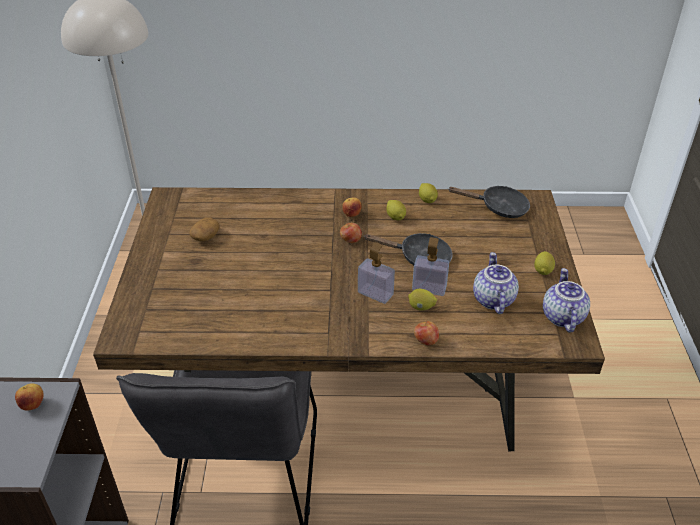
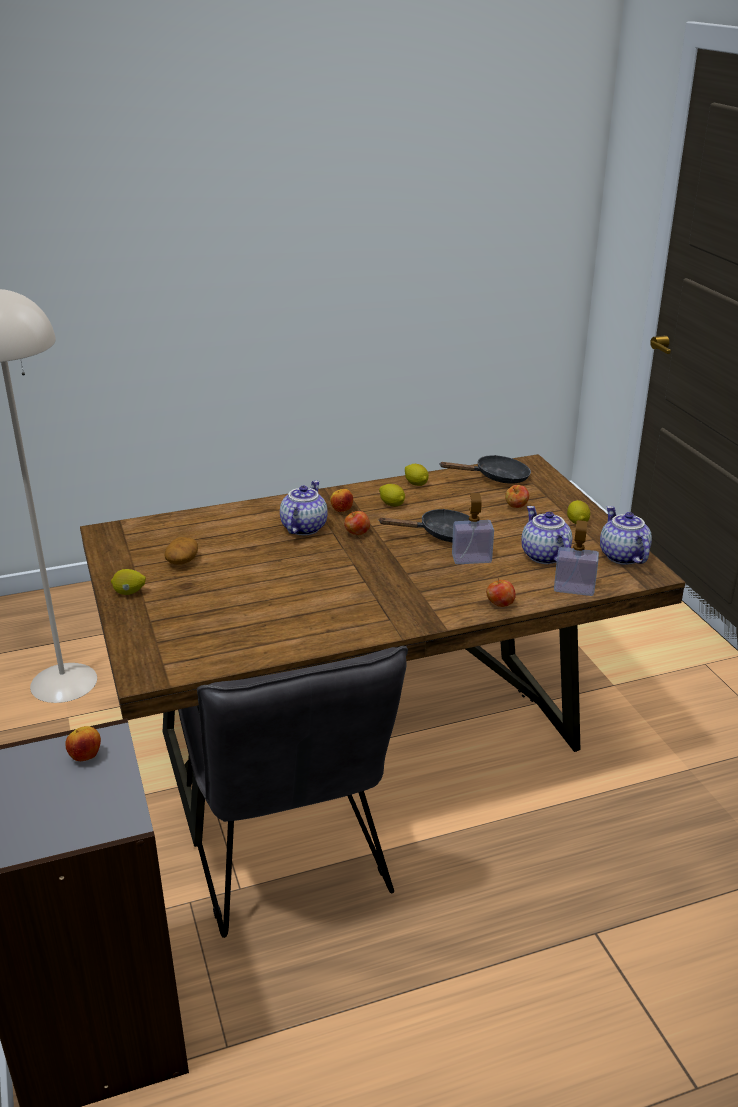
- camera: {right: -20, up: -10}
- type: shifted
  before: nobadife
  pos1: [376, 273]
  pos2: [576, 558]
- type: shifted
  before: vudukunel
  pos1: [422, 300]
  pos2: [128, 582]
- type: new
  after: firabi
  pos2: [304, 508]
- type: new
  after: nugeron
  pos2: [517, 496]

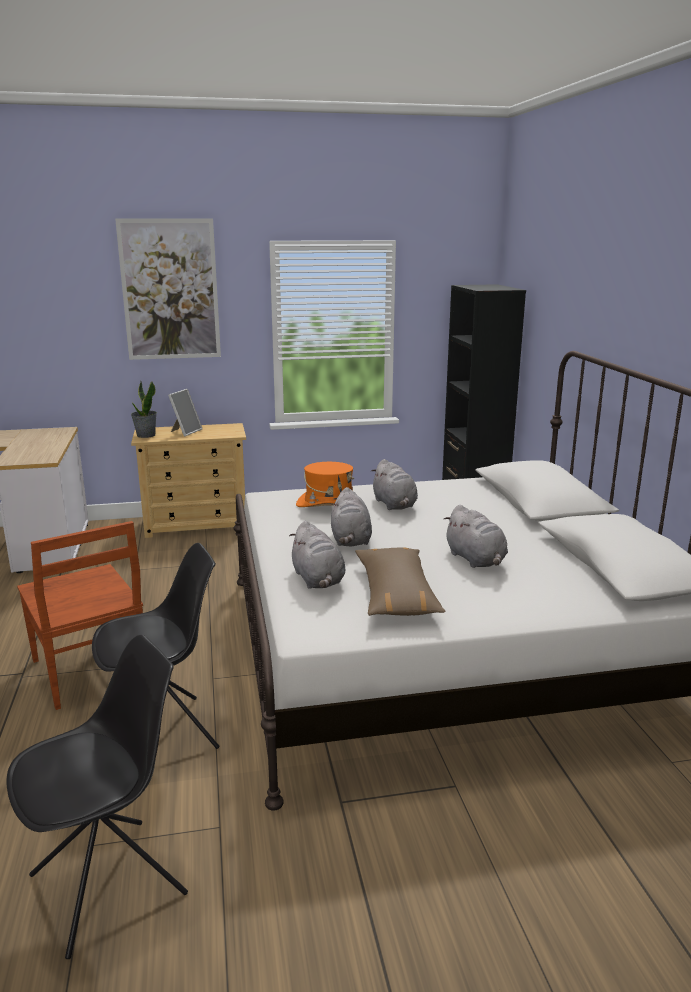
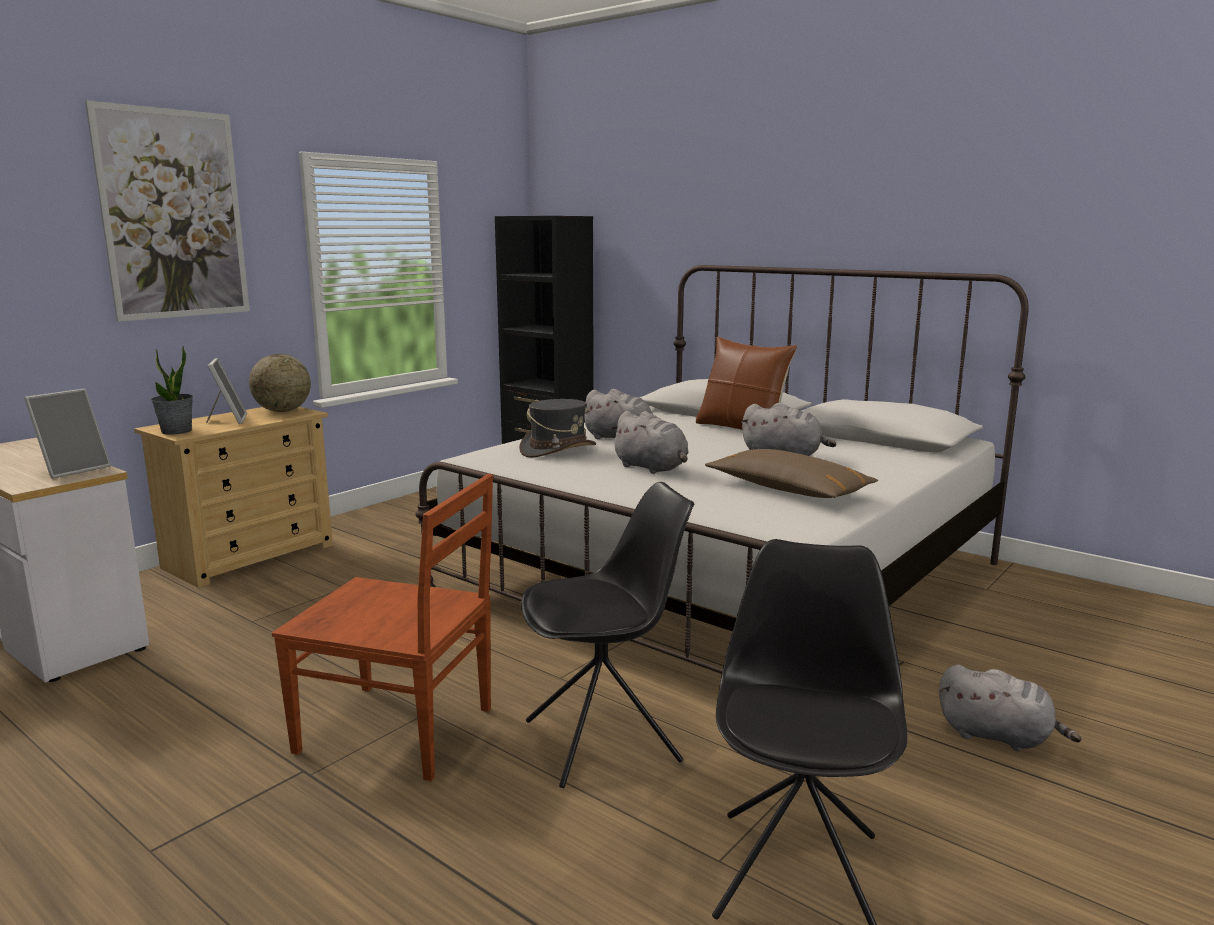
- camera: {right: -40, up: -5}
- type: rotated
  before: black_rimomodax
  pos1: [156, 646]
  pos2: [607, 635]
  turn: 45
- type: shifted
  before: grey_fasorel
  pos1: [317, 555]
  pos2: [1010, 708]
- type: repainted
  before: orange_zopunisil
  after: grey_zopunisil
  pos1: [325, 484]
  pos2: [557, 428]
- type: new
  after: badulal
  pos2: [67, 434]
- type: new
  after: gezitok
  pos2: [280, 383]
- type: new
  after: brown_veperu
  pos2: [746, 383]

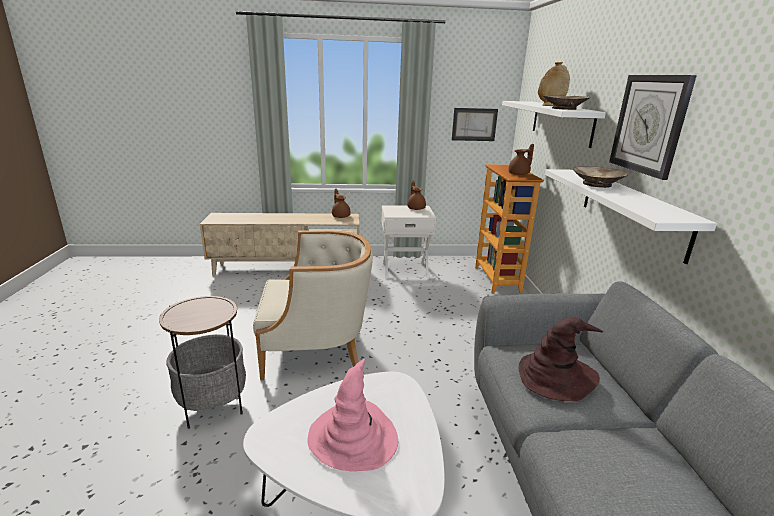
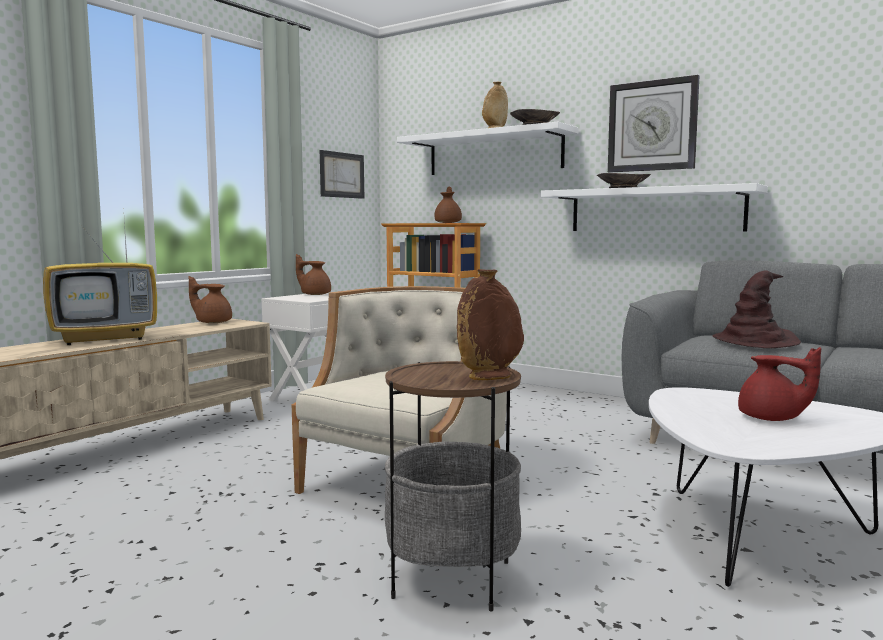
- camera: {right: -50, up: -15}
- type: swapped
  before: pink_zopunisil
  after: red_firabi
  pos1: [352, 415]
  pos2: [779, 384]
- type: new
  after: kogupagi
  pos2: [100, 283]
- type: new
  after: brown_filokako
  pos2: [490, 324]

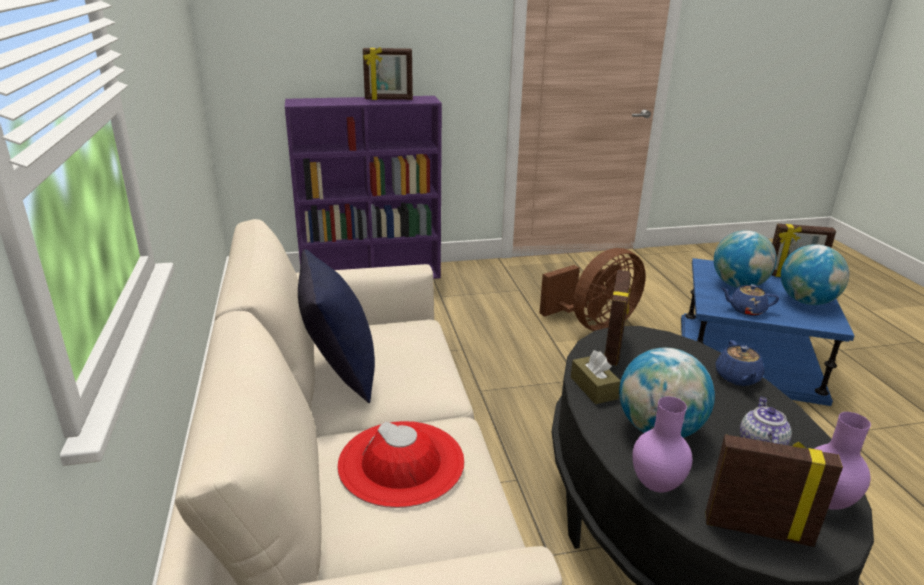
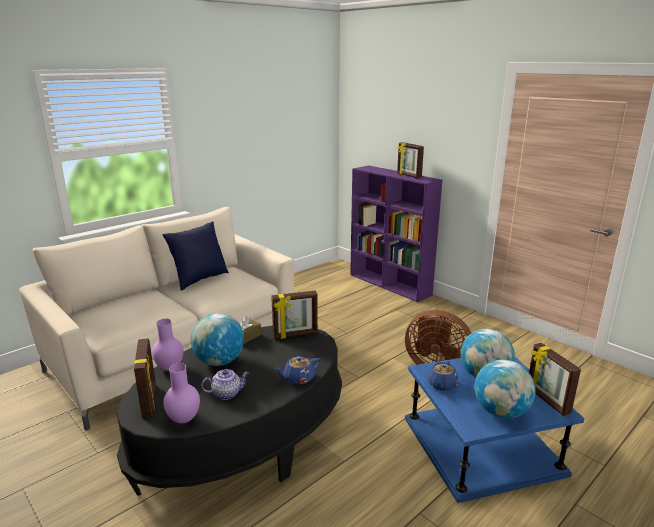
- camera: {right: 60, up: -5}
- type: gone
  before: red_zopunisil
  pos1: [400, 464]
- type: rotated
  before: blue_firabi
  pos1: [750, 300]
  pos2: [443, 375]
  turn: -135

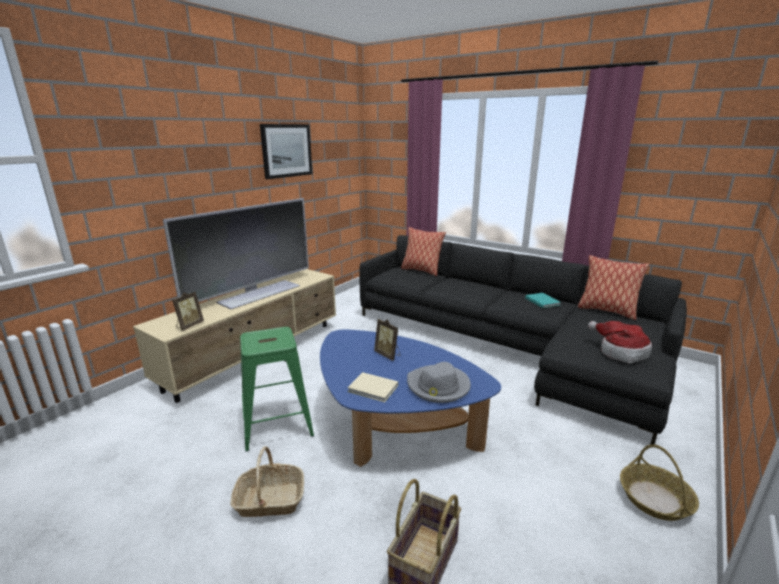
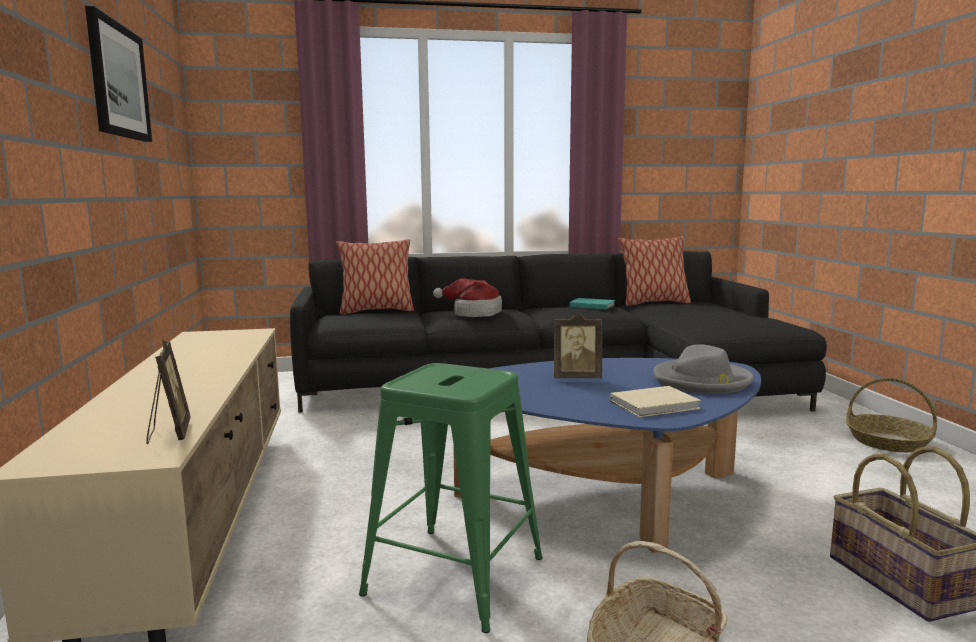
- camera: {right: -45, up: -10}
- type: gone
  before: kogupagi
  pos1: [236, 253]
- type: shifted
  before: zopunisil
  pos1: [620, 342]
  pos2: [467, 297]

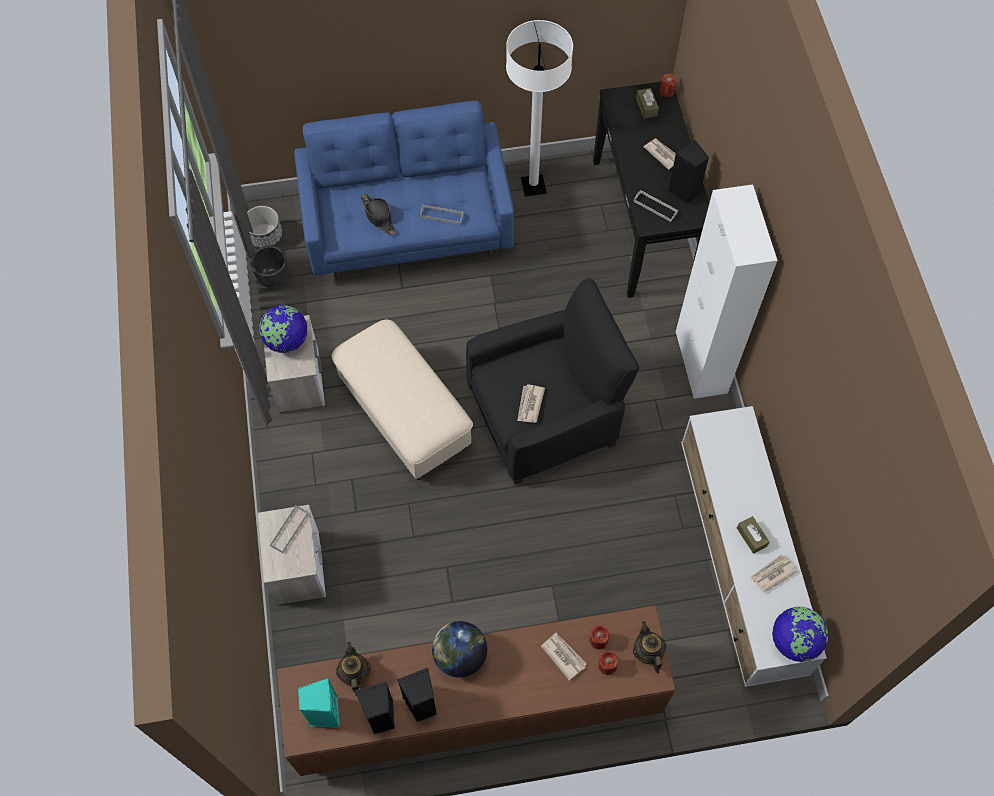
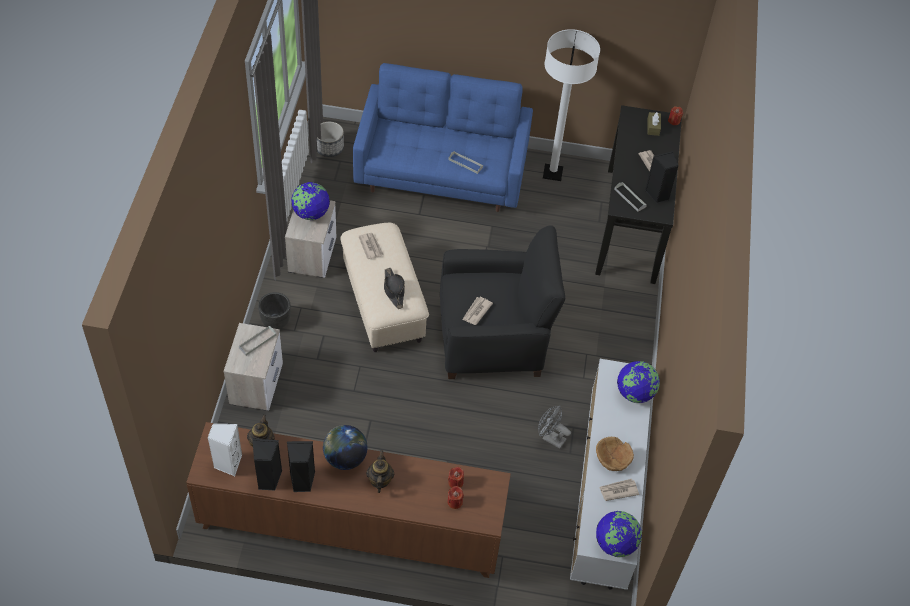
- camera: {right: 15, up: -10}
- type: shifted
  before: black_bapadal
  pos1: [269, 267]
  pos2: [274, 310]
- type: repainted
  before: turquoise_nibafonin
  after: white_nibafonin
  pos1: [319, 703]
  pos2: [225, 450]
- type: shifted
  before: black_zopunisil
  pos1: [378, 214]
  pos2: [394, 288]
- type: shifted
  before: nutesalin
  pos1: [563, 657]
  pos2: [371, 246]
- type: shifted
  before: firabi
  pos1: [649, 647]
  pos2: [380, 471]
- type: gone
  before: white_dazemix
  pos1: [726, 291]
- type: swapped
  before: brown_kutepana
  after: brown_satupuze
  pos1: [753, 535]
  pos2: [615, 454]
- type: new
  after: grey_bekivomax
  pos2: [554, 427]
- type: new
  after: gezitok
  pos2: [638, 382]

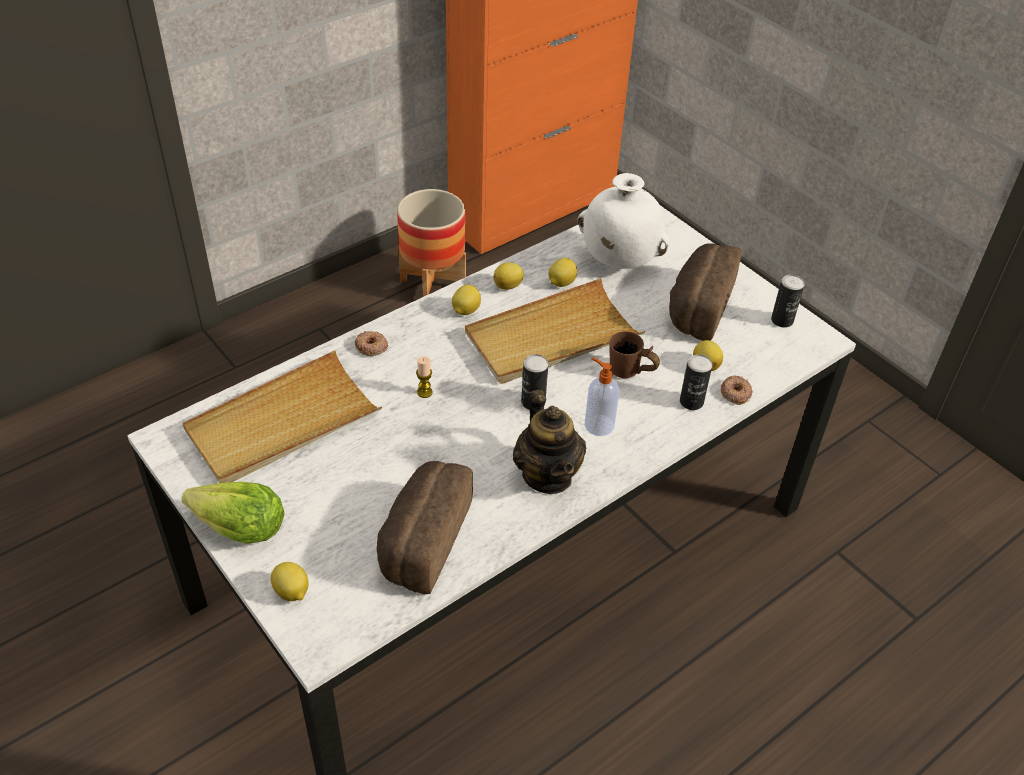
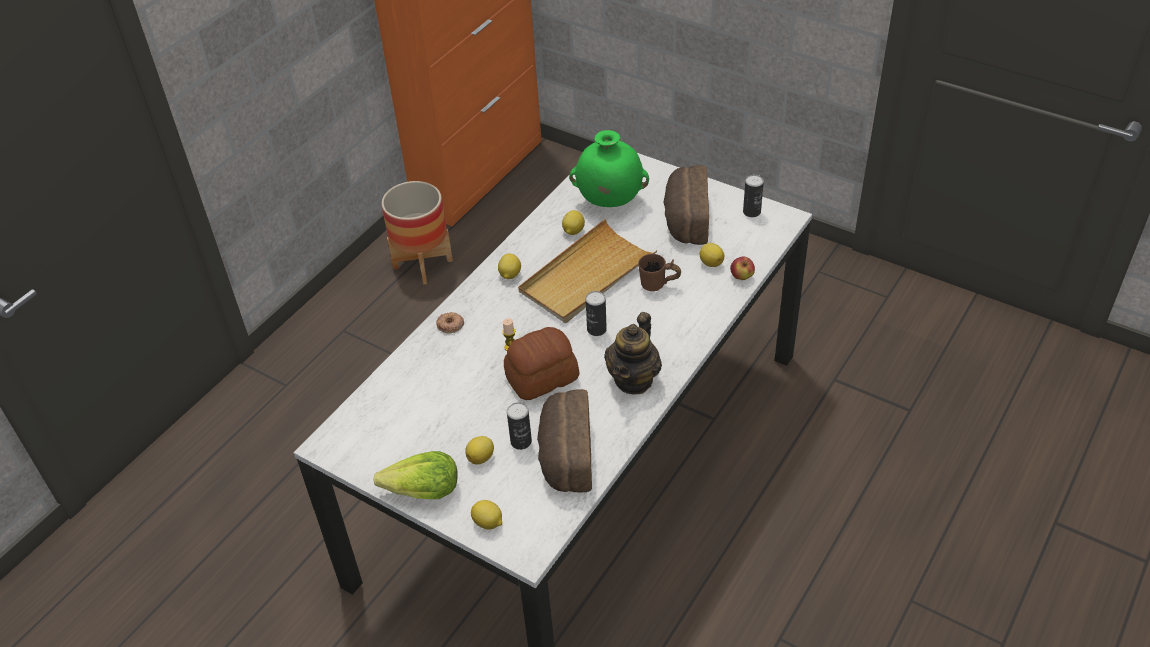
- camera: {right: -15, up: 0}
- type: gone
  before: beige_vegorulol
  pos1: [282, 416]
- type: shifted
  before: vudukunel
  pos1: [509, 276]
  pos2: [479, 450]
- type: rotated
  before: firabi
  pos1: [550, 442]
  pos2: [633, 353]
  turn: 60
- type: repainted
  before: white_filokako
  after: green_filokako
  pos1: [623, 221]
  pos2: [609, 168]
- type: gone
  before: nobadife
  pos1: [602, 396]
- type: shifted
  before: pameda
  pos1: [696, 382]
  pos2: [519, 426]
- type: swapped
  before: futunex
  after: nugeron
  pos1: [737, 390]
  pos2: [742, 268]
- type: new
  after: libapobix
  pos2: [541, 363]

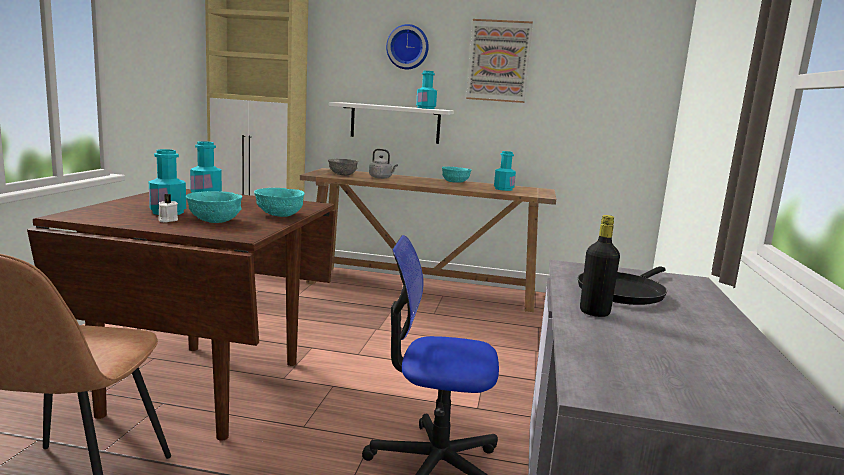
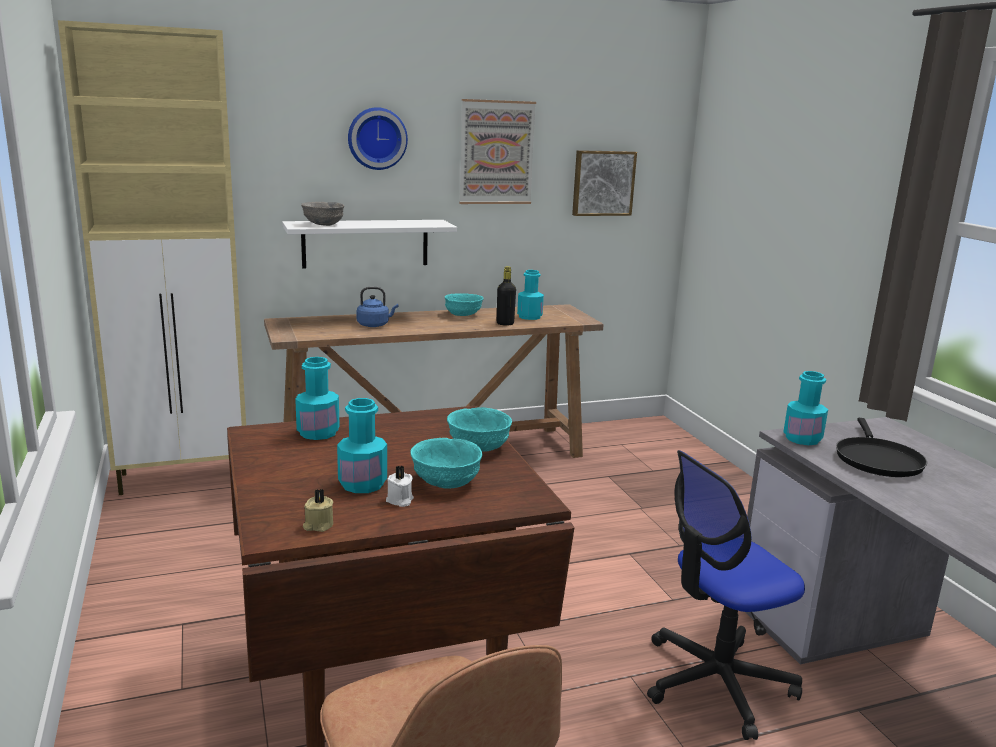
- camera: {right: -30, up: 5}
- type: shifted
  before: grey_satupuze
  pos1: [343, 167]
  pos2: [322, 214]
- type: repainted
  before: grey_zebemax
  after: blue_zebemax
  pos1: [383, 164]
  pos2: [377, 307]
- type: shifted
  before: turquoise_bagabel
  pos1: [426, 90]
  pos2: [805, 408]
- type: shifted
  before: black_bagabel
  pos1: [600, 266]
  pos2: [506, 296]
- type: new
  after: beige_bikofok
  pos2: [318, 510]
- type: new
  after: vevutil
  pos2: [604, 183]

